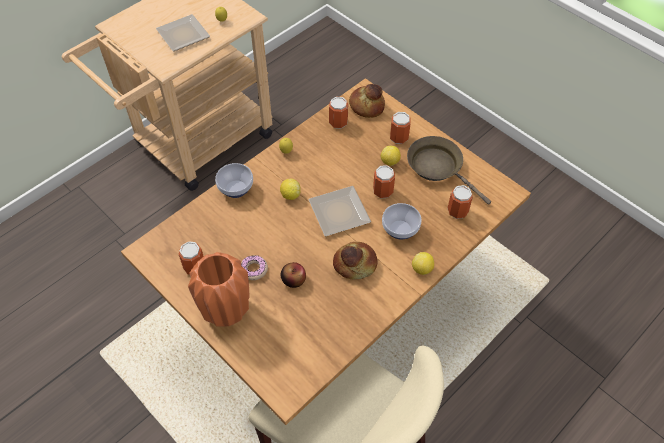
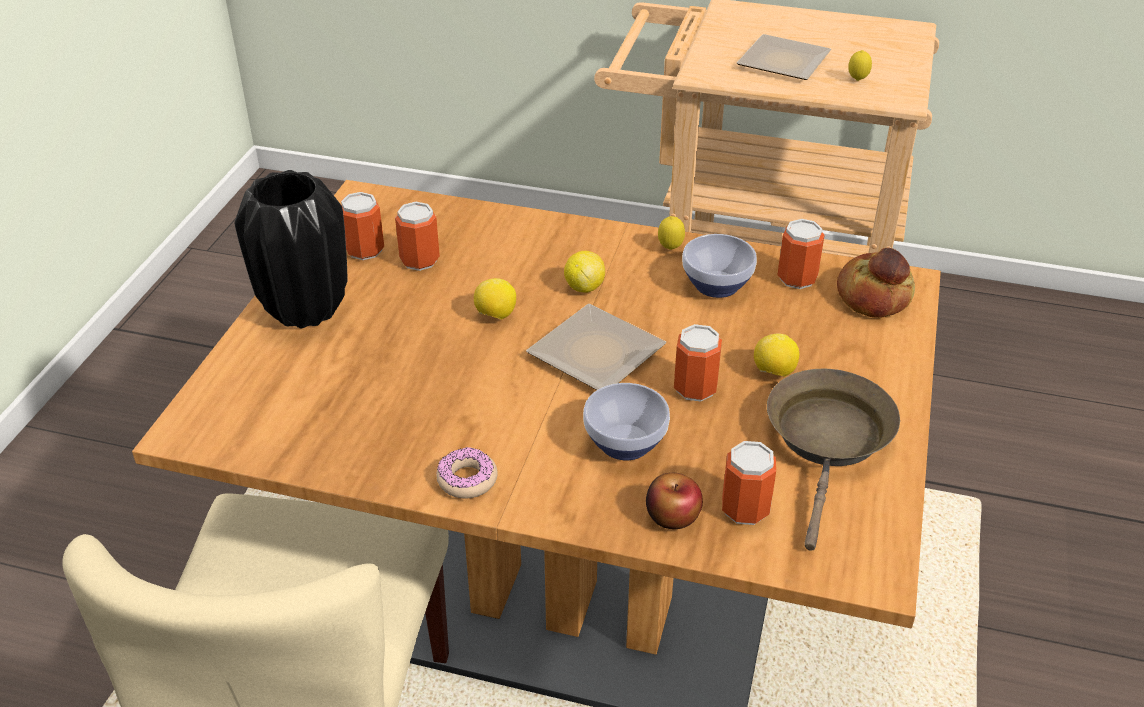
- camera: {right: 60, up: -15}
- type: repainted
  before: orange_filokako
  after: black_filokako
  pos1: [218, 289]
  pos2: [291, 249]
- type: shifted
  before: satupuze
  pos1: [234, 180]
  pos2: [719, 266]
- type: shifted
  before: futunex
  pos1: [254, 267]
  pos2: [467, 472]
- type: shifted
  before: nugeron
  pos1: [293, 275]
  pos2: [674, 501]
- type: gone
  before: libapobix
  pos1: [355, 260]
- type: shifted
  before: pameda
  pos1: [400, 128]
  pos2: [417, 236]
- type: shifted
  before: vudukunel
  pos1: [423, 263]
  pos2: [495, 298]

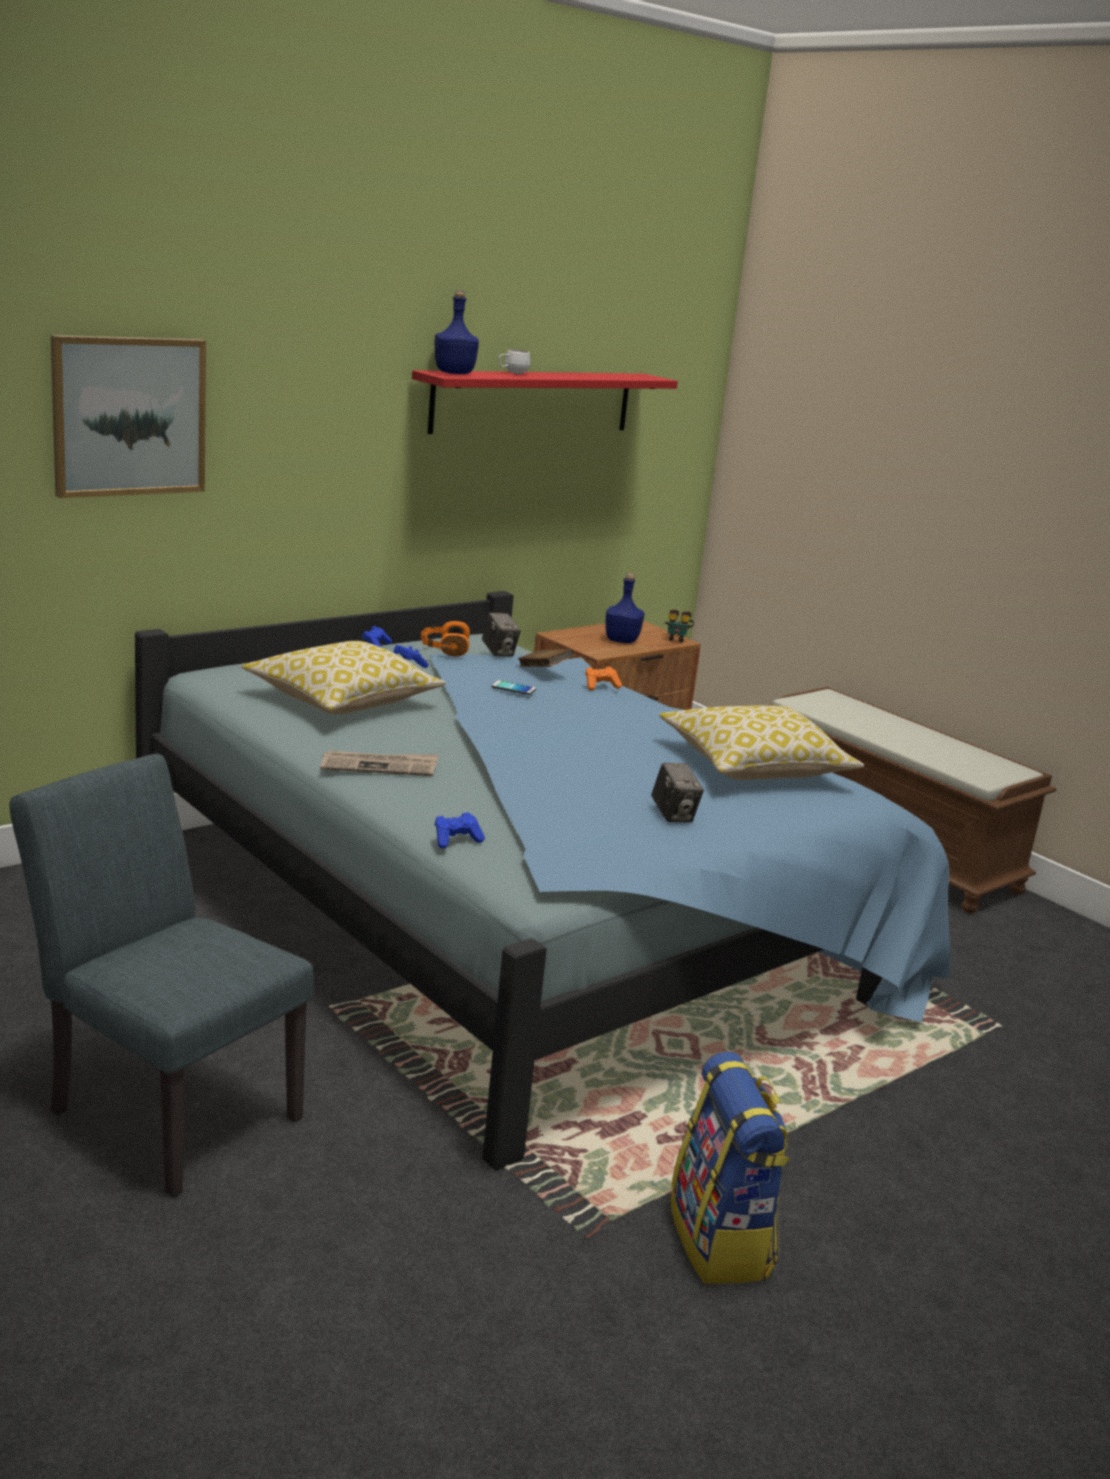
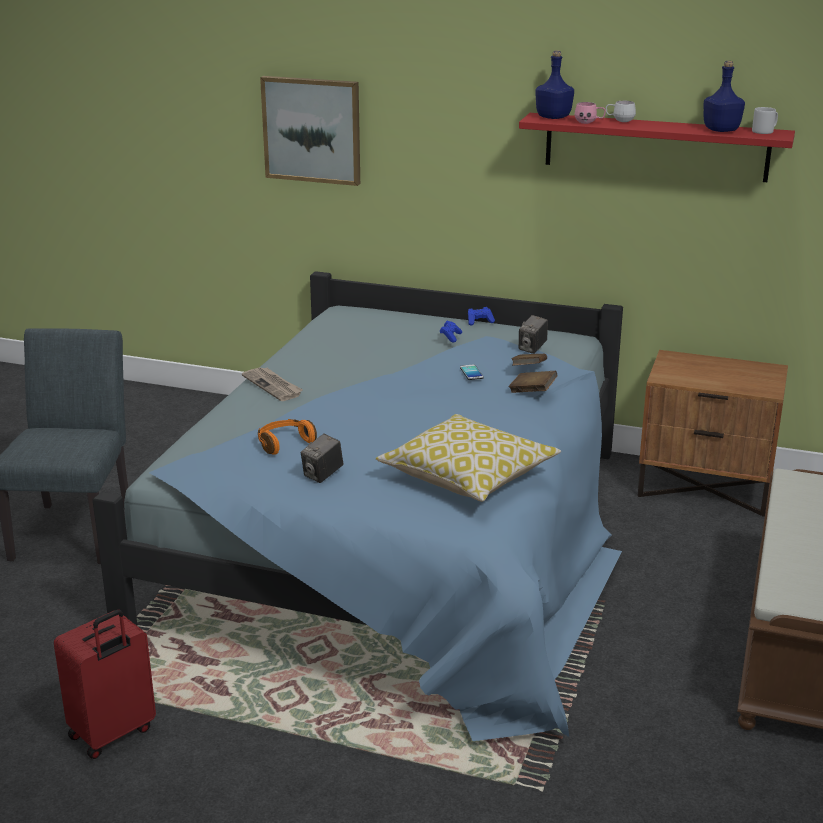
- camera: {right: 60, up: 5}
- type: gone
  before: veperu
  pos1: [343, 678]
- type: shifted
  before: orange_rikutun
  pos1: [445, 638]
  pos2: [287, 437]
- type: gone
  before: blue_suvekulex
  pos1: [460, 830]
- type: swapped
  before: orange_suvekulex
  after: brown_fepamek
  pos1: [603, 678]
  pos2: [533, 382]
- type: shifted
  before: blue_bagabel
  pos1: [624, 608]
  pos2: [724, 96]
- type: gone
  before: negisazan
  pos1: [679, 626]
- type: swapped
  before: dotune
  after: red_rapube
  pos1: [730, 1168]
  pos2: [105, 684]
- type: new
  after: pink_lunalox
  pos2: [590, 113]
- type: new
  after: grey_lunalox
  pos2: [765, 120]

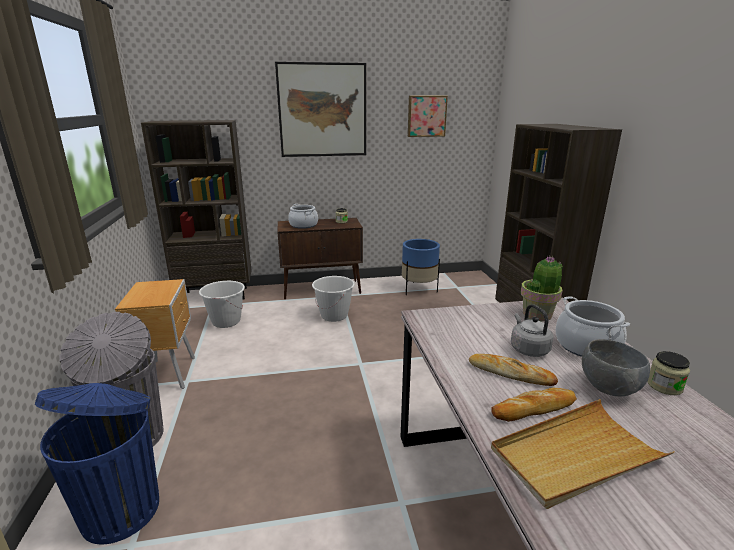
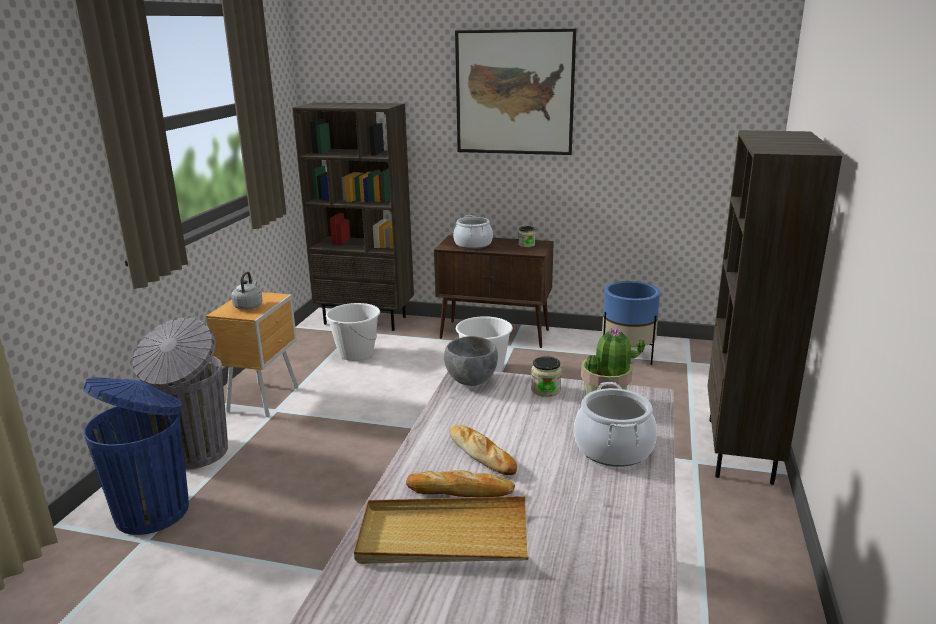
- camera: {right: 25, up: 0}
- type: gone
  before: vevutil
  pos1: [428, 116]
- type: shifted
  before: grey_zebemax
  pos1: [532, 330]
  pos2: [247, 290]
- type: shifted
  before: grey_satupuze
  pos1: [616, 367]
  pos2: [471, 361]
- type: shifted
  before: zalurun
  pos1: [668, 373]
  pos2: [546, 376]

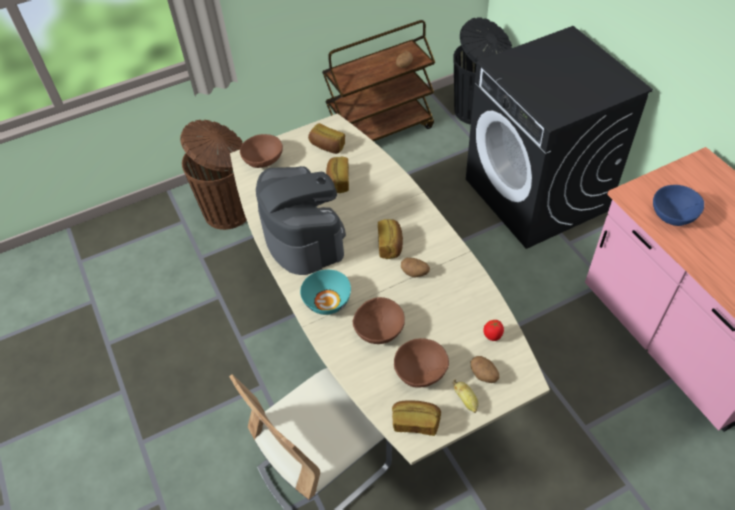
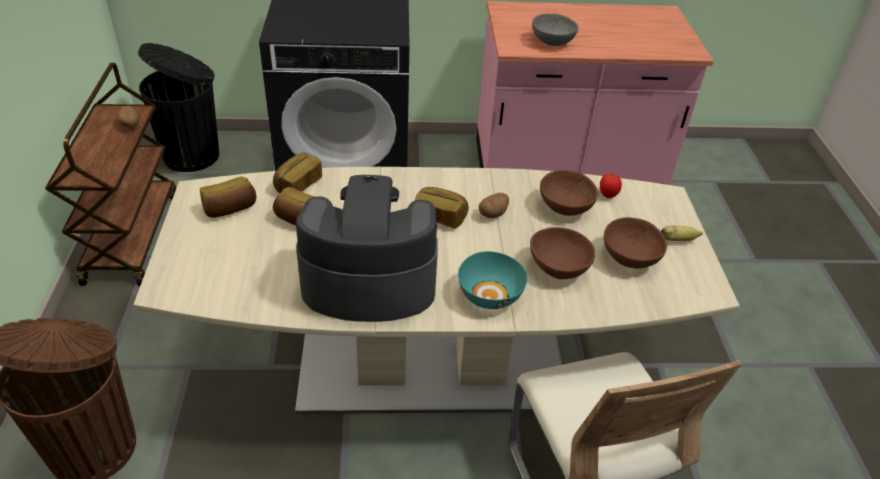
- camera: {right: -70, up: -10}
- type: shifted
  before: brown_satupuze
  pos1: [261, 151]
  pos2: [569, 193]
- type: shifted
  before: libapobix
  pos1: [416, 418]
  pos2: [297, 173]
- type: gone
  before: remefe
  pos1: [485, 369]
- type: repainted
  before: blue_satupuze
  after: grey_satupuze
  pos1: [678, 205]
  pos2: [555, 29]

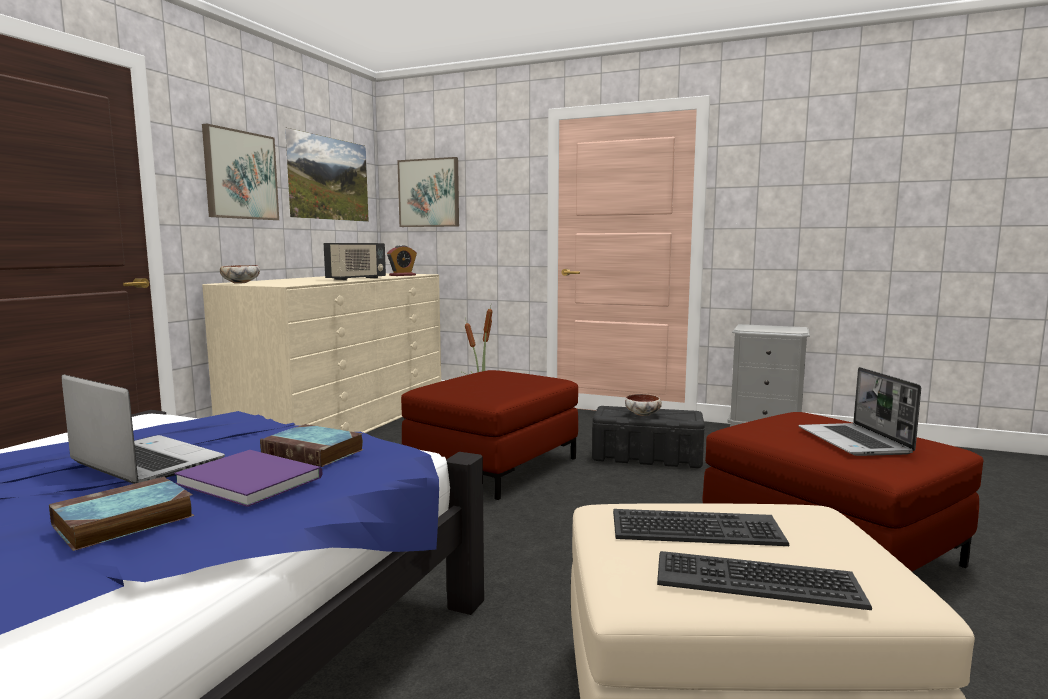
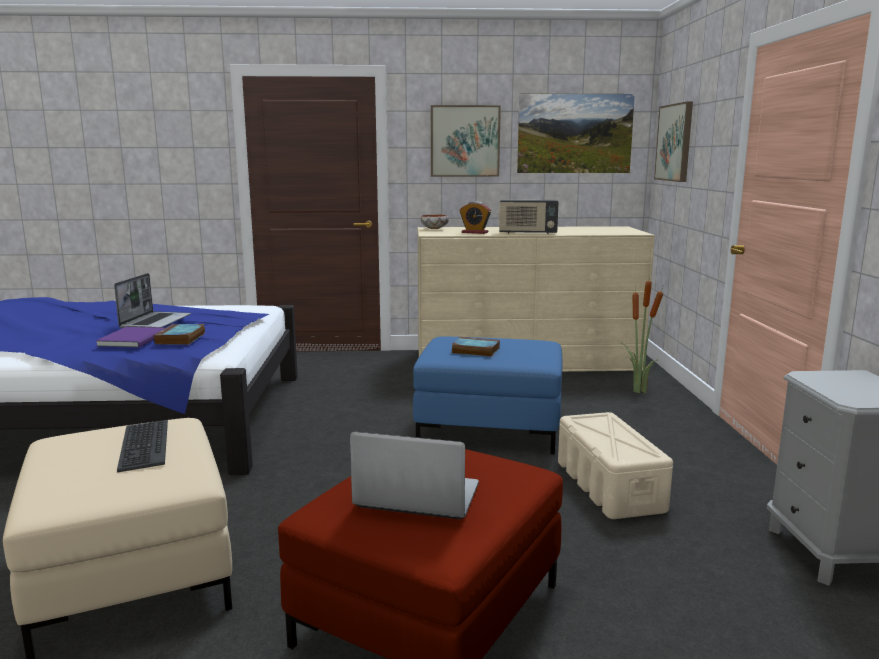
- camera: {right: 65, up: 5}
- type: shifted
  before: fepamek
  pos1: [121, 514]
  pos2: [476, 347]
- type: shifted
  before: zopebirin
  pos1: [402, 260]
  pos2: [475, 217]
- type: repainted
  before: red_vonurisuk
  after: blue_vonurisuk
  pos1: [489, 435]
  pos2: [487, 395]
- type: repainted
  before: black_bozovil
  after: beige_bozovil
  pos1: [648, 437]
  pos2: [615, 465]
- type: gone
  before: satupuze
  pos1: [643, 405]
- type: gone
  before: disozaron
  pos1: [764, 580]
- type: rotated
  before: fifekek
  pos1: [859, 411]
  pos2: [414, 475]
  turn: 45

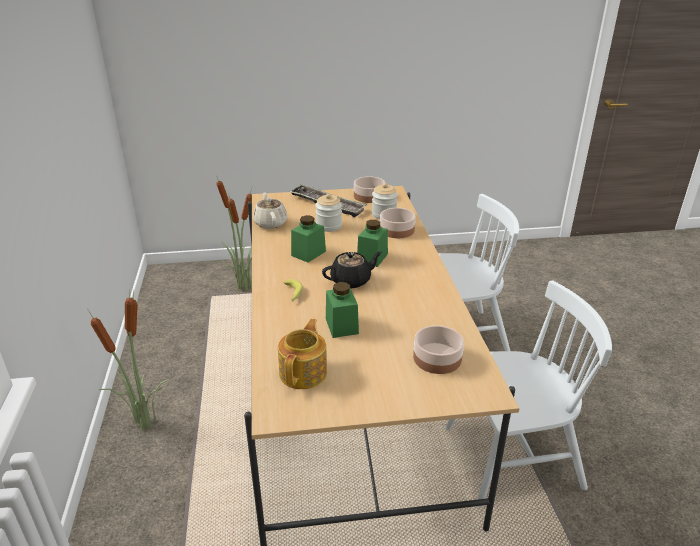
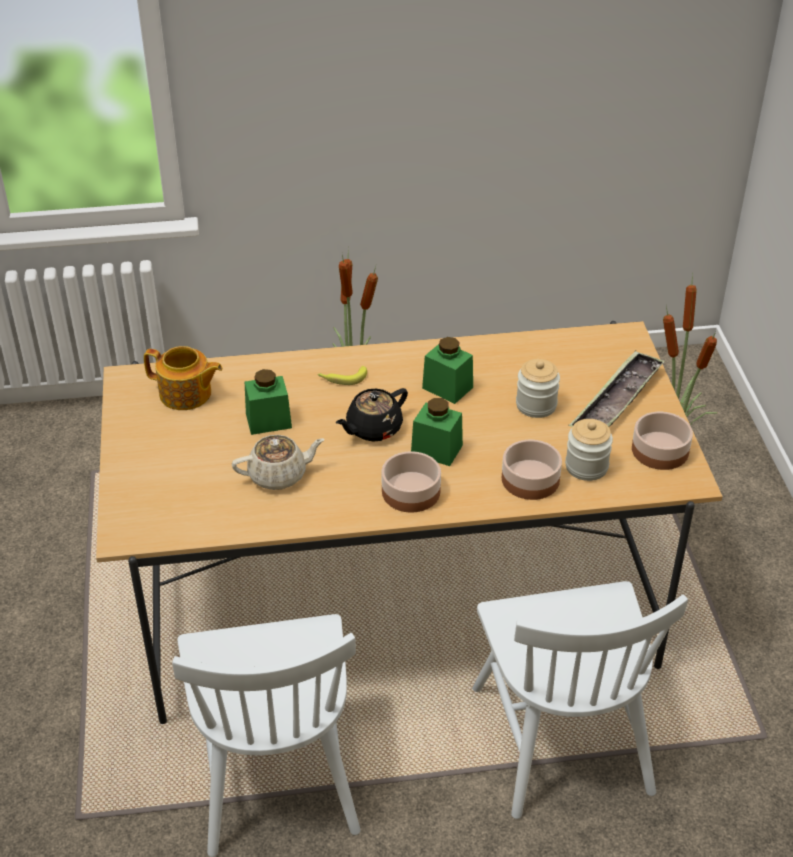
- camera: {right: 90, up: 10}
- type: shifted
  before: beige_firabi
  pos1: [270, 210]
  pos2: [278, 462]
- type: rotated
  before: black_firabi
  pos1: [352, 270]
  pos2: [372, 414]
  turn: 75
- type: shifted
  before: satupuze
  pos1: [438, 349]
  pos2: [411, 482]

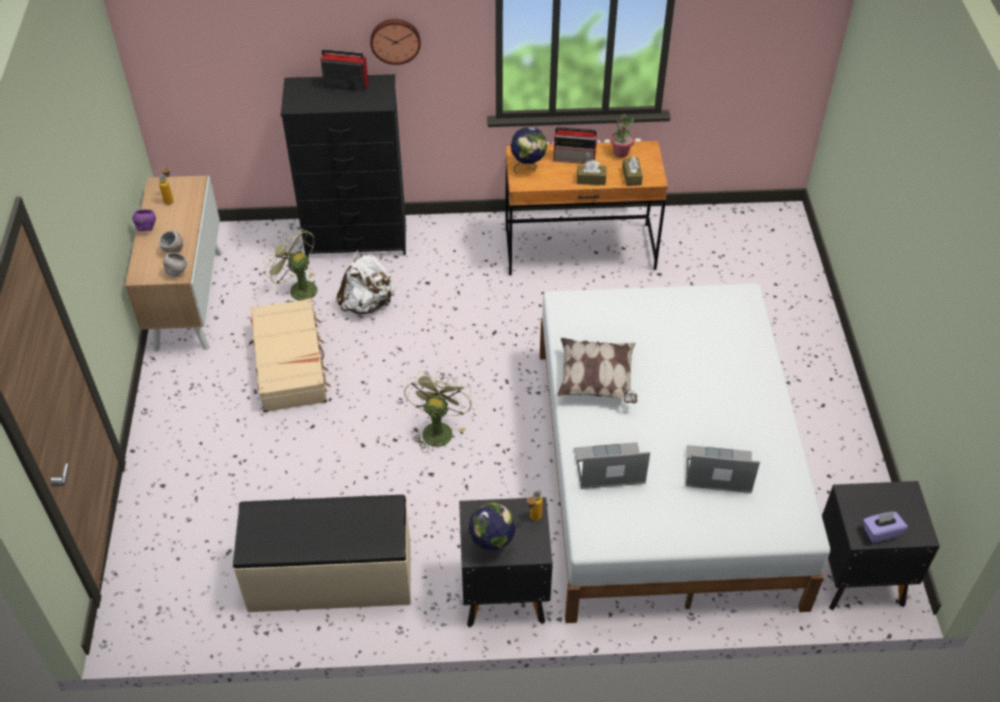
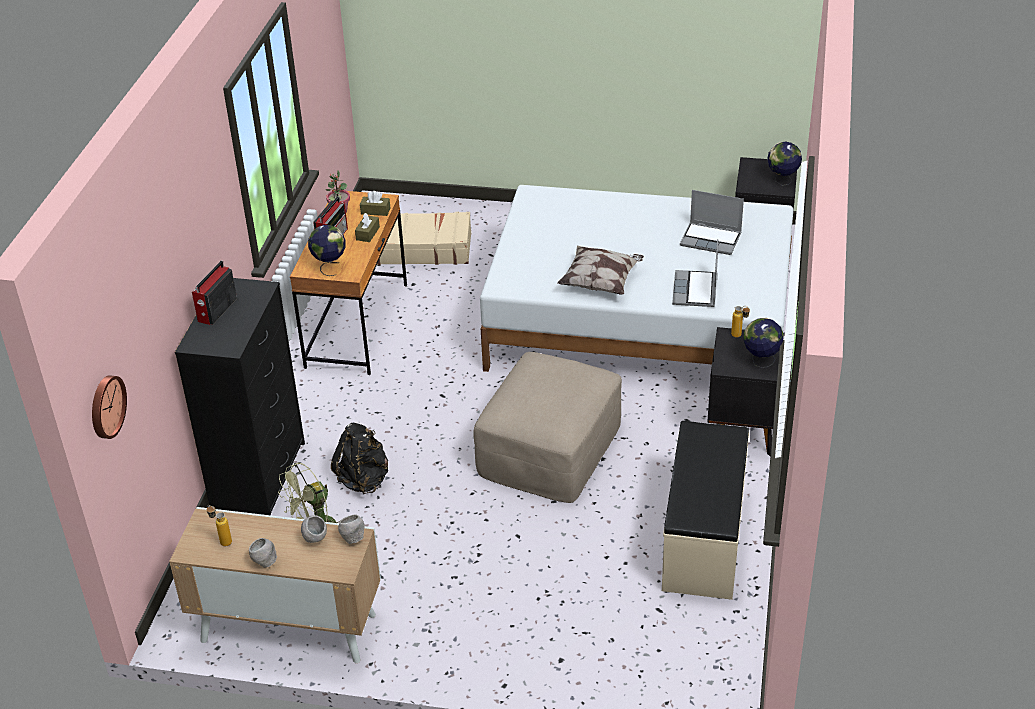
- camera: {right: -75, up: -10}
- type: repainted
  before: purple_satupuze
  after: grey_satupuze
  pos1: [144, 220]
  pos2: [263, 553]
- type: shifted
  before: beige_rapube
  pos1: [290, 355]
  pos2: [424, 238]
- type: repainted
  before: white_dotune
  after: black_dotune
  pos1: [365, 282]
  pos2: [359, 458]
- type: shifted
  before: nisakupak
  pos1: [395, 42]
  pos2: [109, 407]
- type: swapped
  before: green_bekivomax
  after: beige_vonurisuk
  pos1: [438, 412]
  pos2: [547, 427]
- type: rotated
  before: fifekek
  pos1: [723, 469]
  pos2: [712, 222]
  turn: -90
- type: swapped
  before: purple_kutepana
  after: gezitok
  pos1: [885, 527]
  pos2: [784, 164]

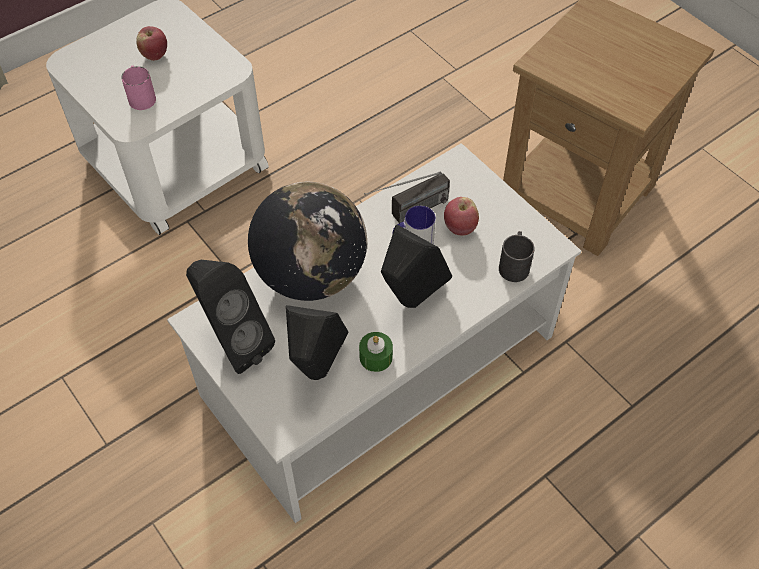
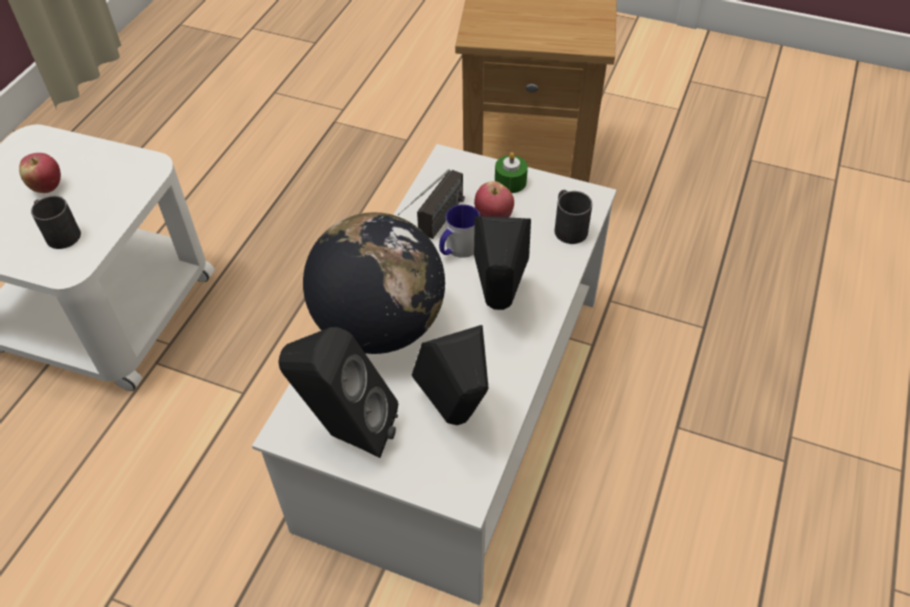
- camera: {right: -30, up: -5}
- type: repainted
  before: pink_lunalox
  after: black_lunalox
  pos1: [138, 88]
  pos2: [56, 222]
- type: shifted
  before: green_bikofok
  pos1: [376, 352]
  pos2: [511, 172]

